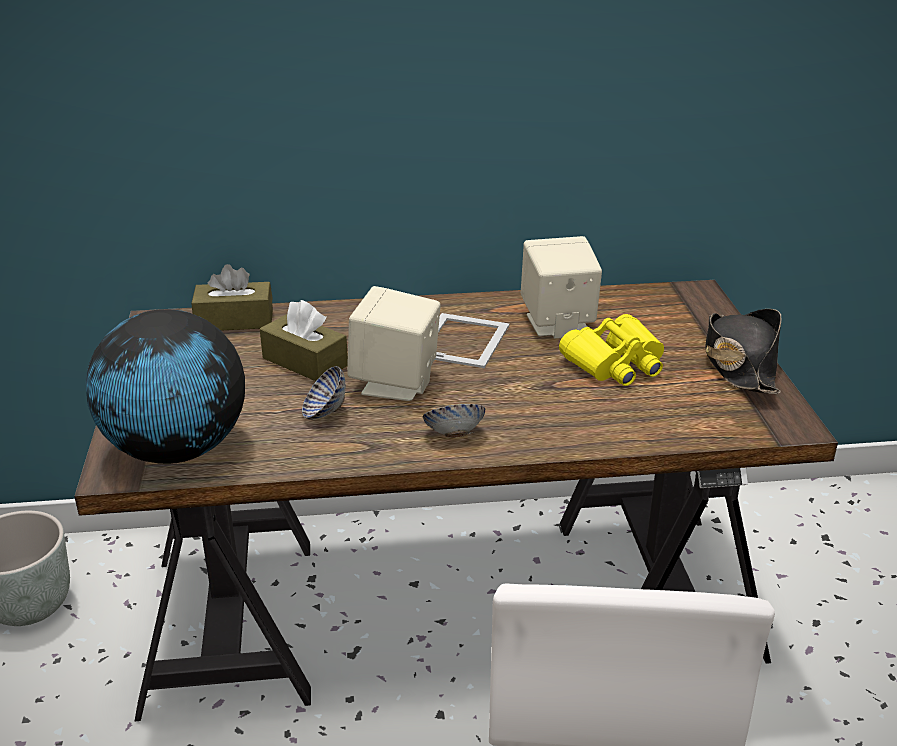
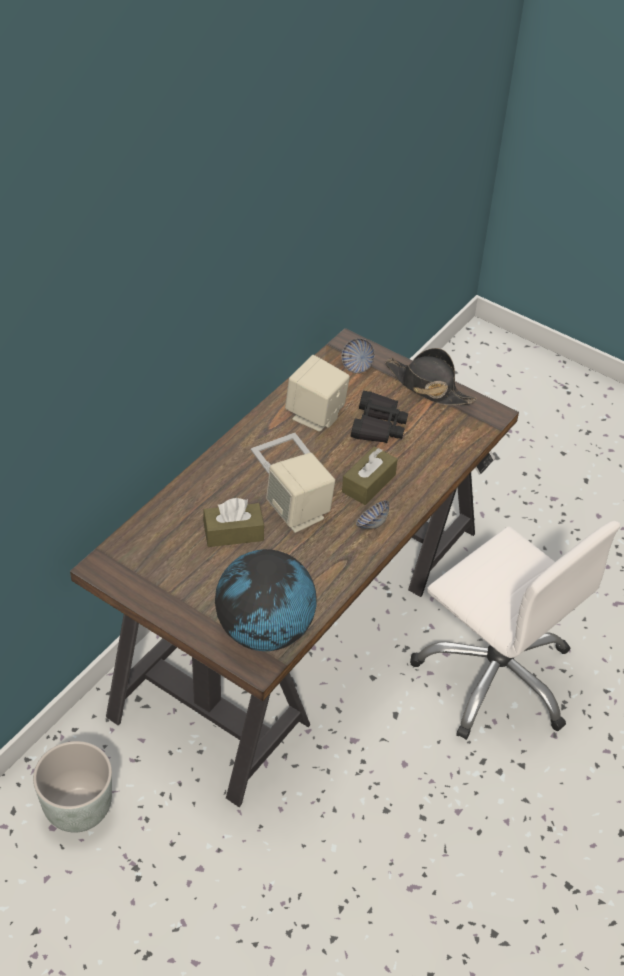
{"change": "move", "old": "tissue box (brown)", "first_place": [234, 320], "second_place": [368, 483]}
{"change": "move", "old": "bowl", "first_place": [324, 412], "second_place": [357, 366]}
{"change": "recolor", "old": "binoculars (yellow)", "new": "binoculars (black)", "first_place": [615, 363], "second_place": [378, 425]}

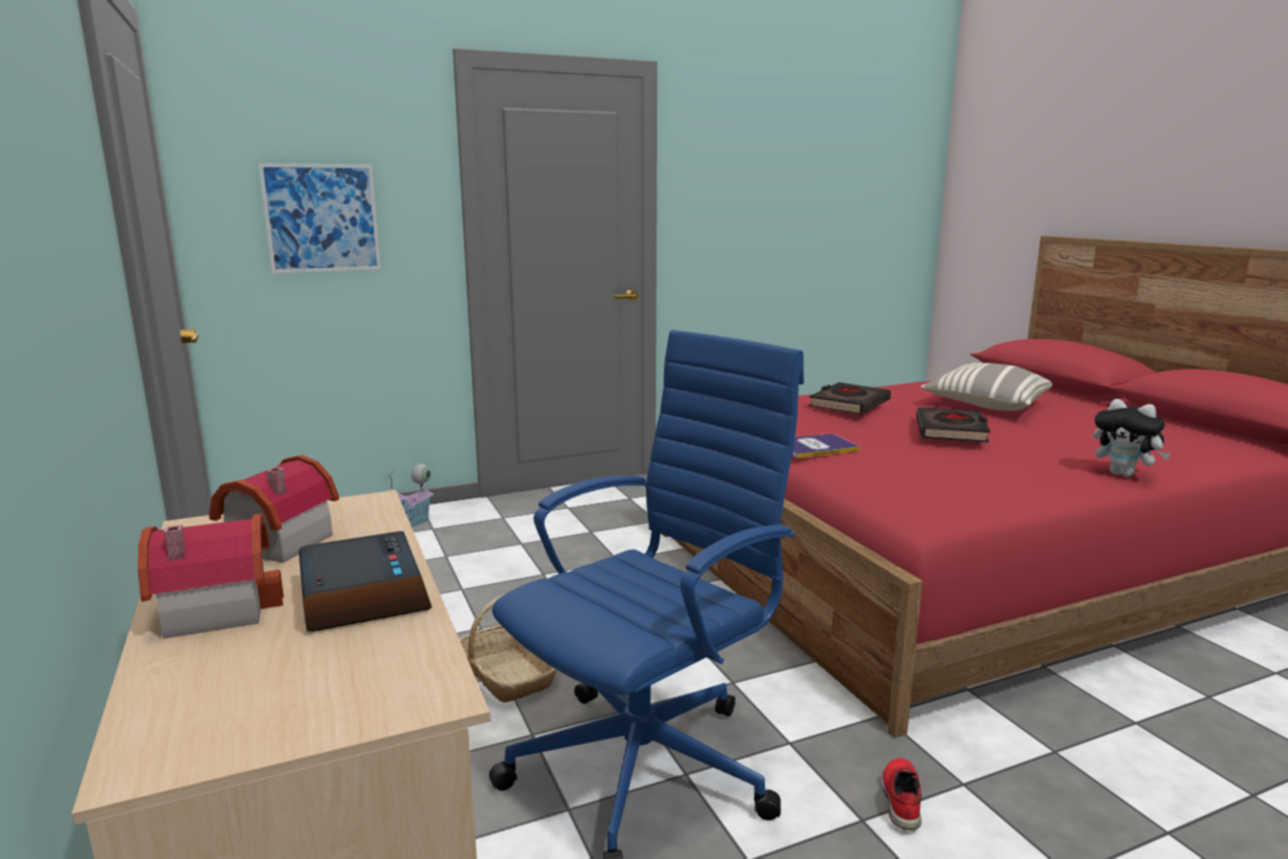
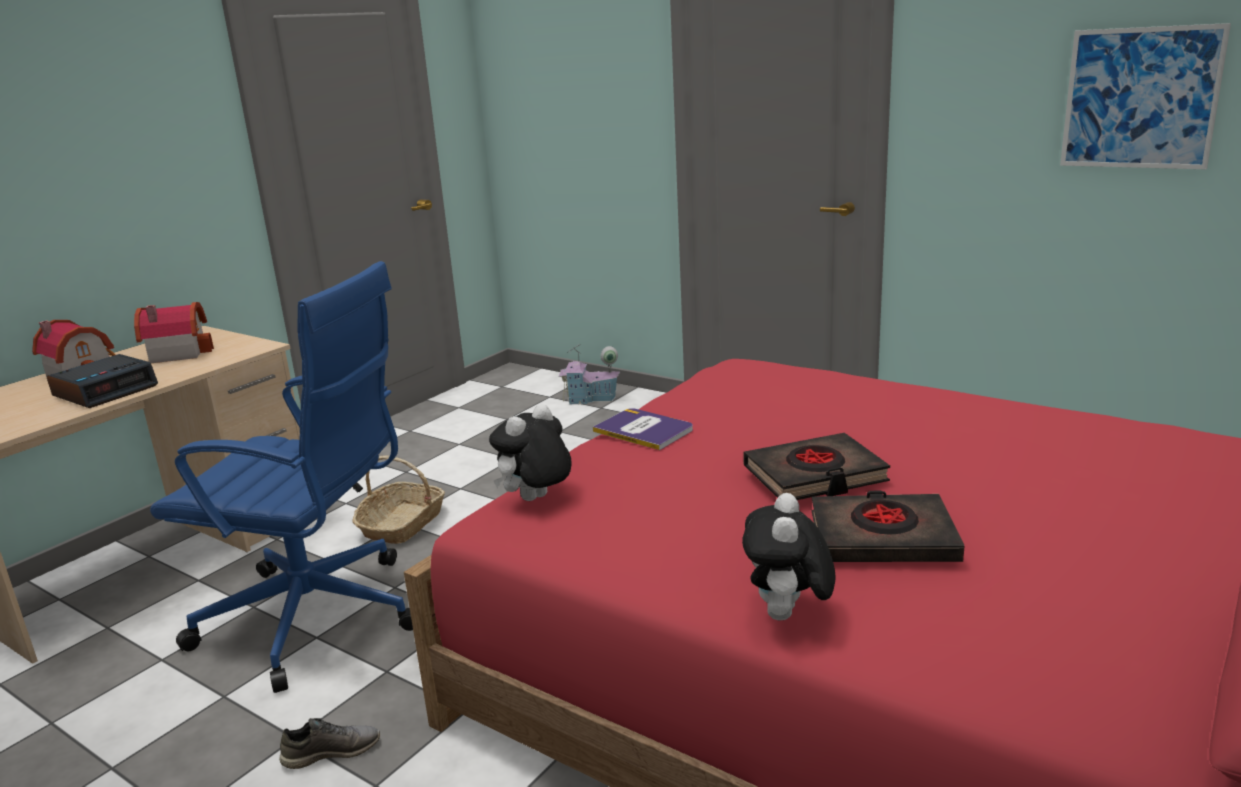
{"change": "move", "old": "picture", "first_place": [322, 218], "second_place": [1140, 98]}
{"change": "move", "old": "book (black)", "first_place": [849, 404], "second_place": [882, 538]}
{"change": "recolor", "old": "shoe (red)", "new": "shoe (grey)", "first_place": [900, 799], "second_place": [332, 751]}
{"change": "delete", "old": "pillow", "first_place": [985, 405]}
{"change": "insert", "new": "plush toy", "second_place": [536, 500]}

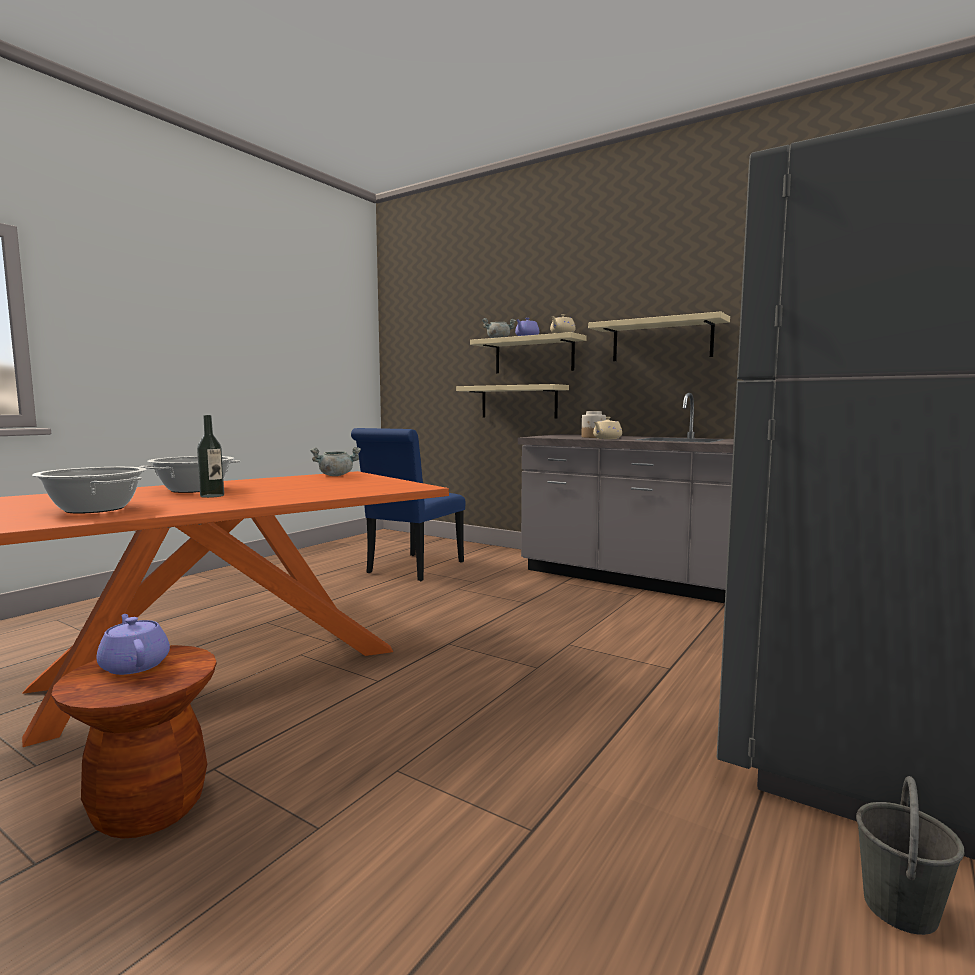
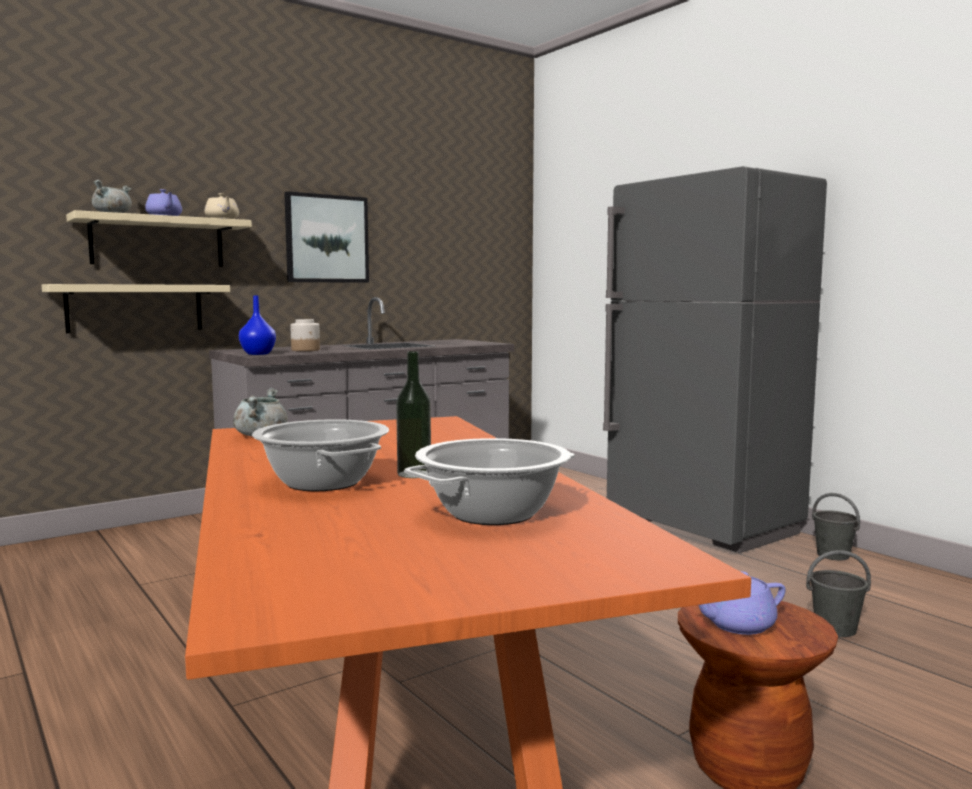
{"change": "delete", "old": "chair (blue)", "first_place": [412, 569]}
{"change": "replace", "old": "shelf (beige)", "new": "picture", "first_place": [661, 340], "second_place": [326, 239]}
{"change": "delete", "old": "teapot (beige)", "first_place": [606, 439]}
{"change": "insert", "new": "vase (blue)", "second_place": [258, 354]}
{"change": "insert", "new": "bucket (grey)", "second_place": [834, 628]}

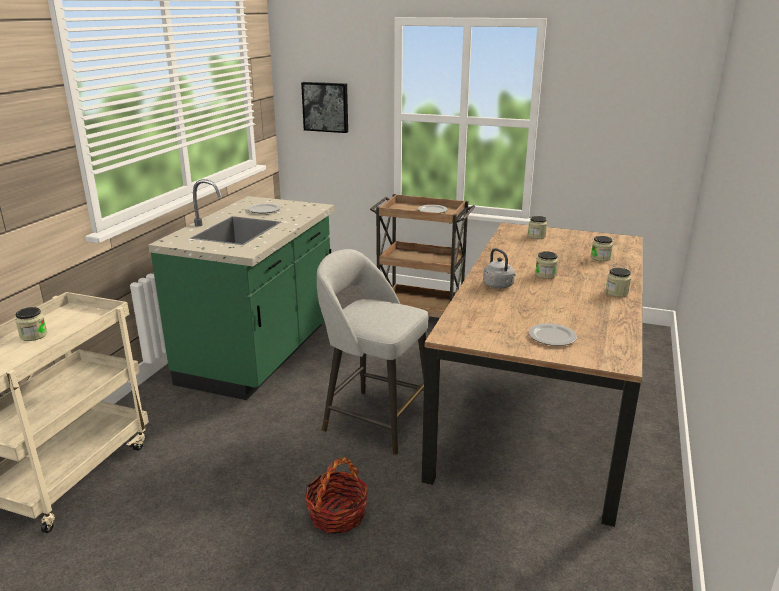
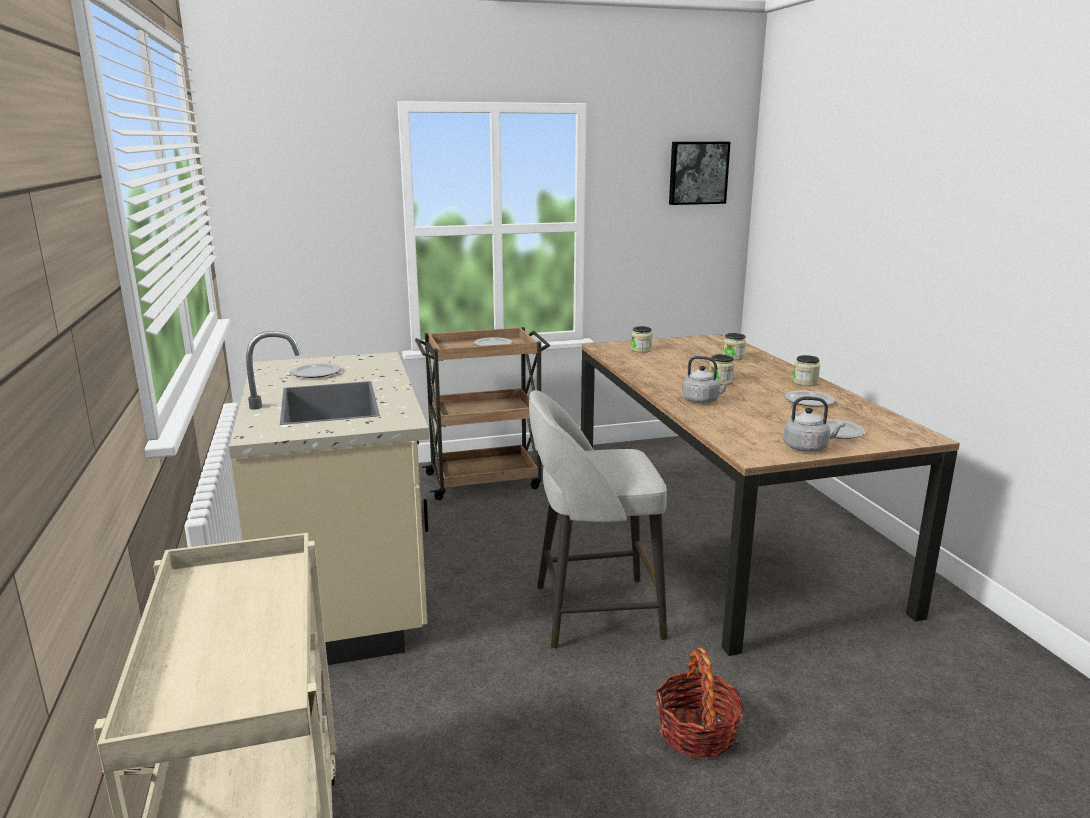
{"change": "delete", "old": "jar", "first_place": [33, 335]}
{"change": "recolor", "old": "counter (green)", "new": "counter (beige)", "first_place": [261, 353], "second_place": [346, 588]}
{"change": "move", "old": "picture", "first_place": [326, 107], "second_place": [697, 173]}
{"change": "insert", "new": "kettle (grey)", "second_place": [808, 448]}
{"change": "insert", "new": "plate", "second_place": [808, 400]}

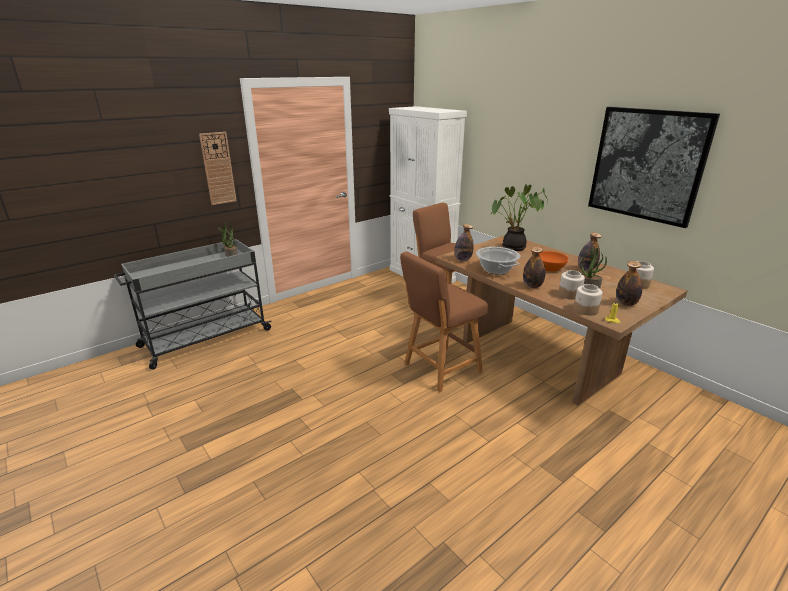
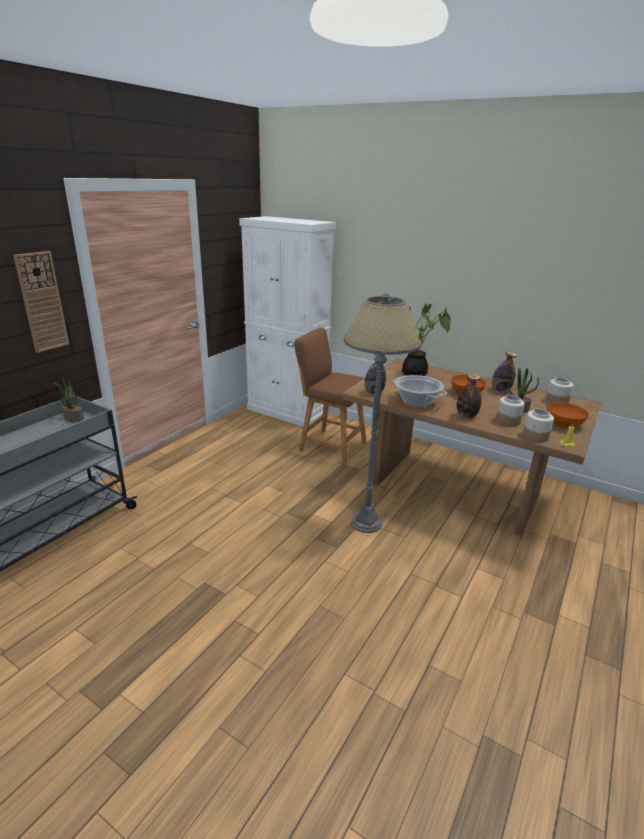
{"change": "replace", "old": "stool (brown)", "new": "floor lamp (grey)", "first_place": [439, 369], "second_place": [366, 522]}
{"change": "delete", "old": "picture", "first_place": [647, 165]}
{"change": "replace", "old": "bottle", "new": "bowl (orange)", "first_place": [626, 303], "second_place": [564, 423]}

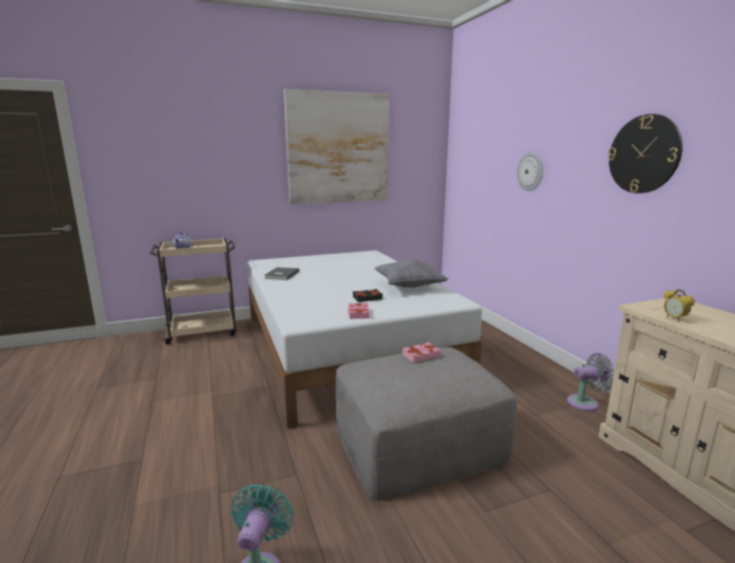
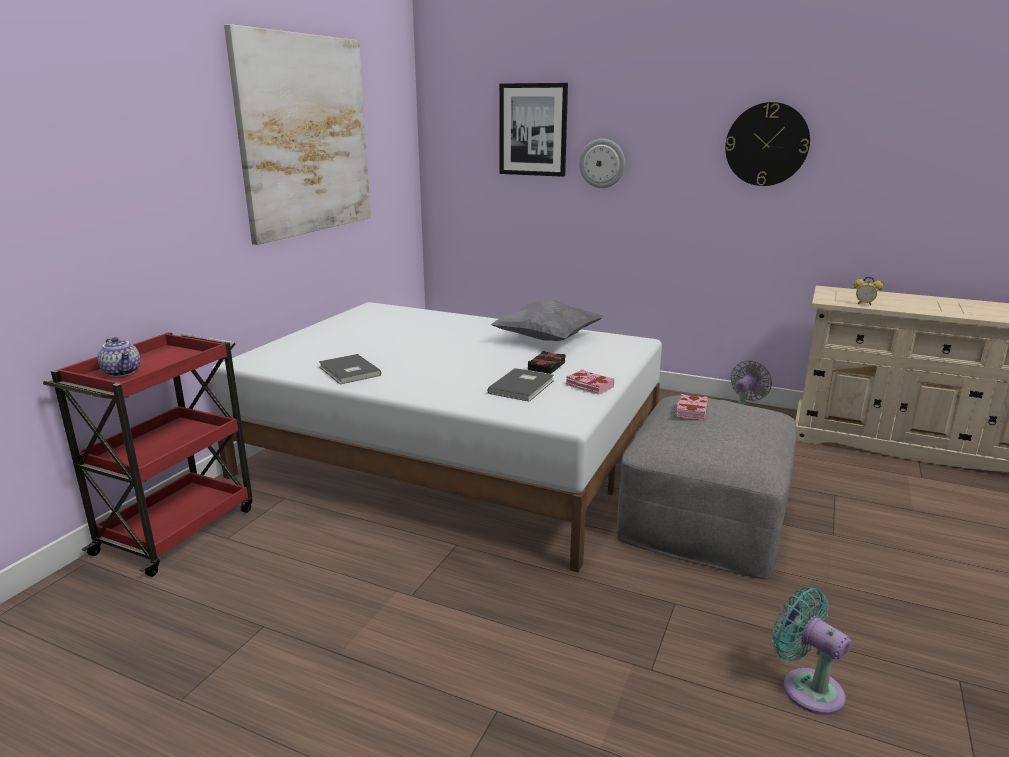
{"change": "recolor", "old": "cart (beige)", "new": "cart (red)", "first_place": [203, 332], "second_place": [178, 529]}
{"change": "insert", "new": "book (grey)", "second_place": [523, 387]}
{"change": "insert", "new": "picture", "second_place": [533, 130]}

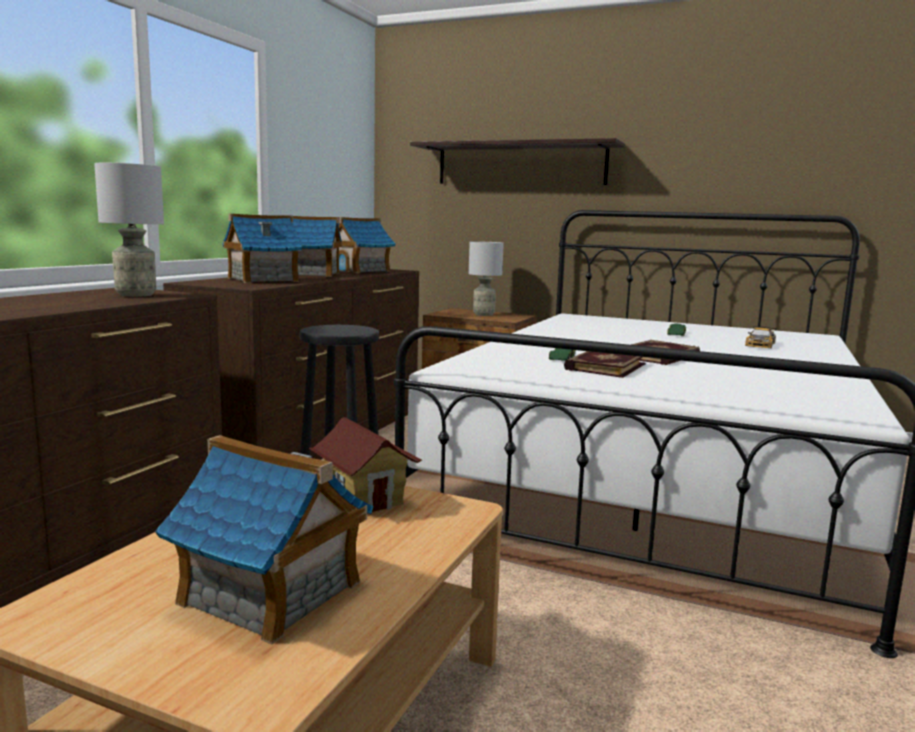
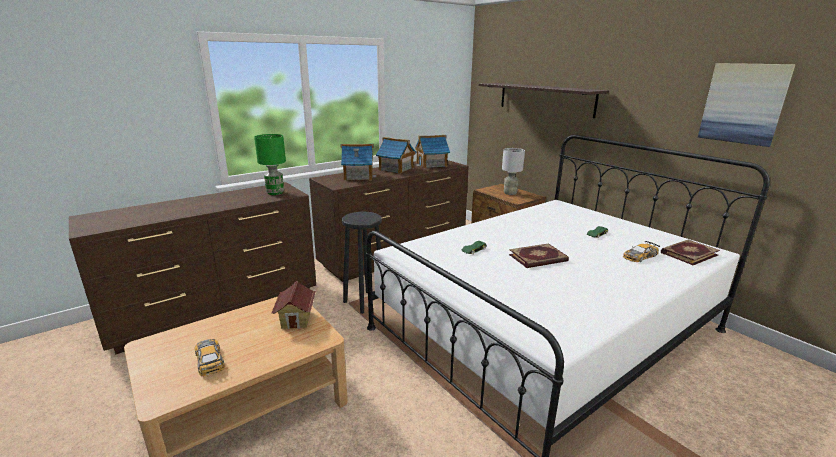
{"change": "recolor", "old": "table lamp (grey)", "new": "table lamp (green)", "first_place": [136, 295], "second_place": [275, 193]}
{"change": "replace", "old": "toy house", "new": "toy car", "first_place": [271, 593], "second_place": [209, 359]}
{"change": "move", "old": "book", "first_place": [604, 366], "second_place": [688, 253]}
{"change": "insert", "new": "picture", "second_place": [743, 103]}

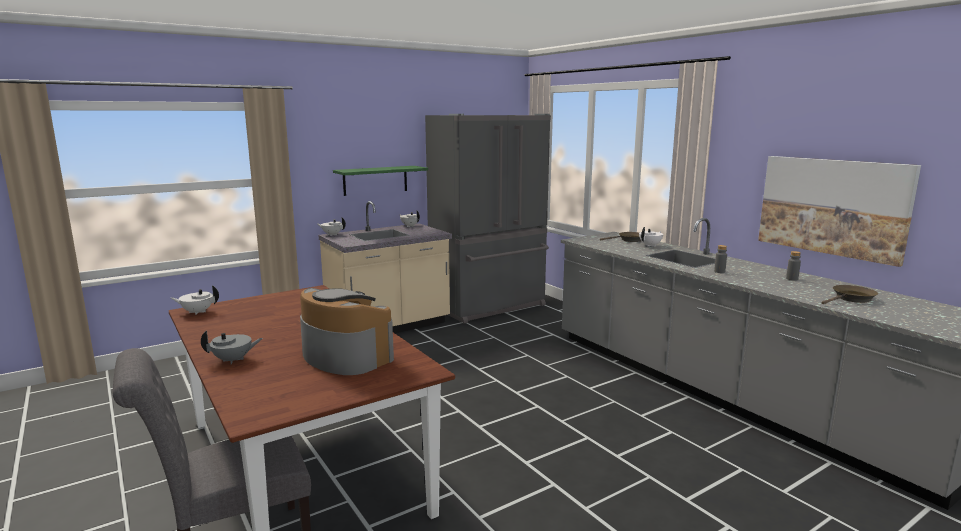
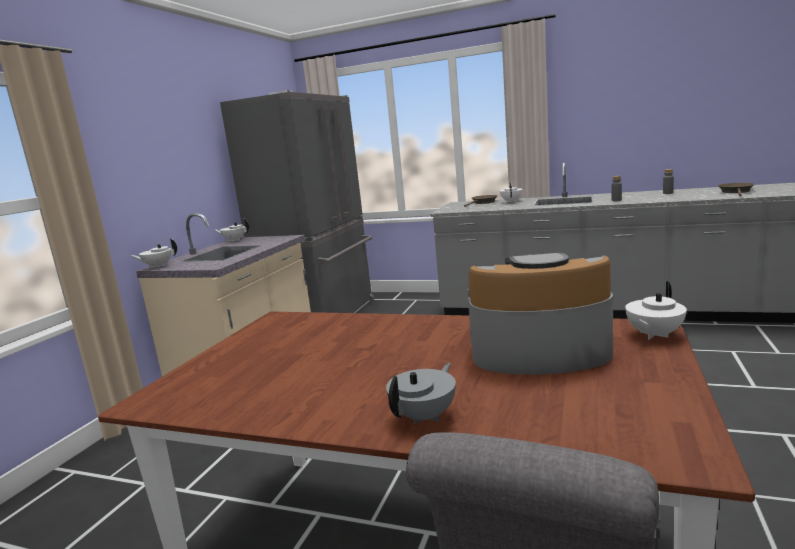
{"change": "move", "old": "teapot (white)", "first_place": [197, 312], "second_place": [653, 335]}
{"change": "delete", "old": "shelf (green)", "first_place": [375, 180]}
{"change": "delete", "old": "picture", "first_place": [832, 206]}

